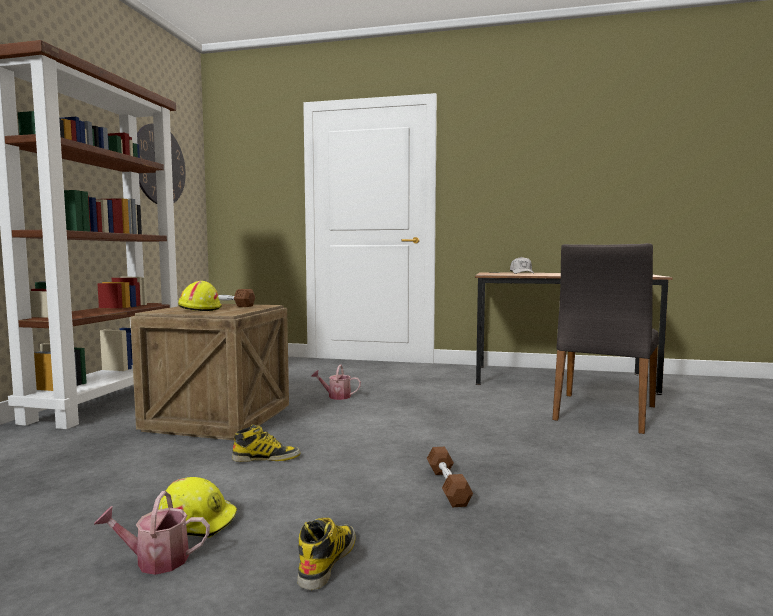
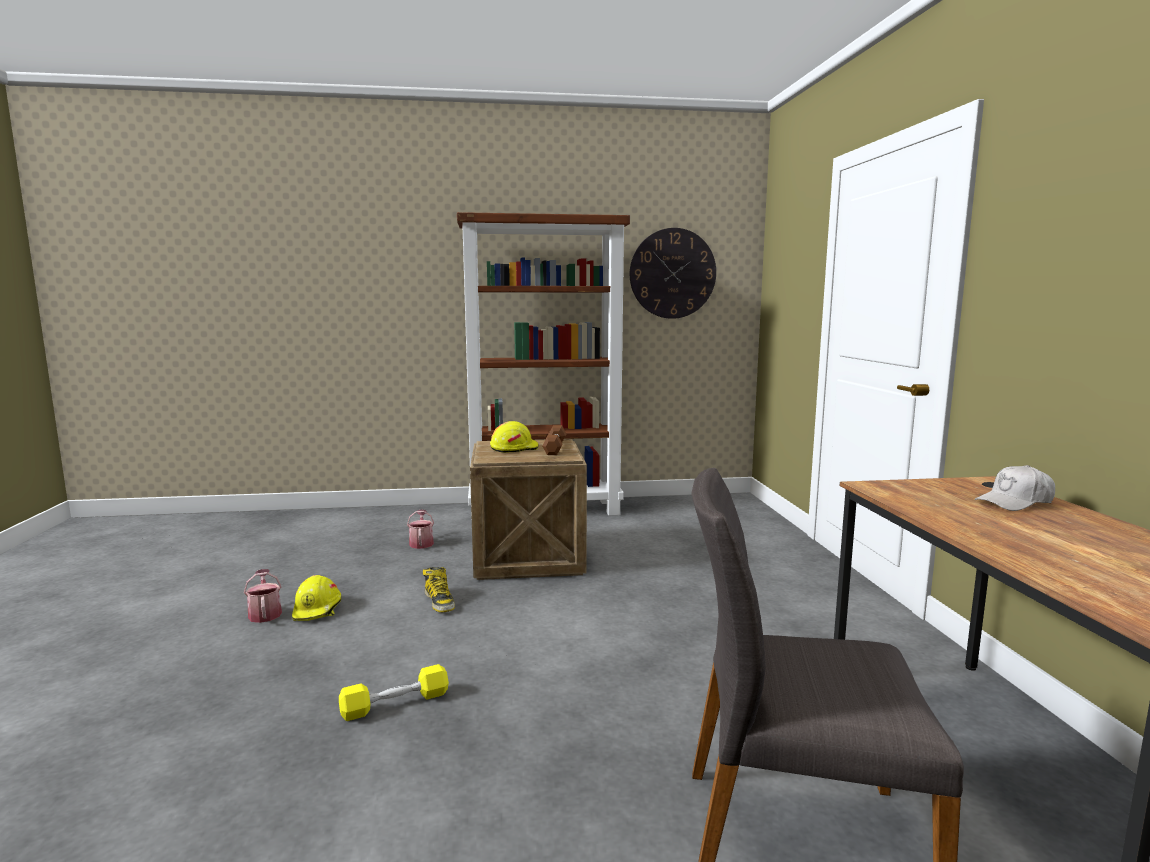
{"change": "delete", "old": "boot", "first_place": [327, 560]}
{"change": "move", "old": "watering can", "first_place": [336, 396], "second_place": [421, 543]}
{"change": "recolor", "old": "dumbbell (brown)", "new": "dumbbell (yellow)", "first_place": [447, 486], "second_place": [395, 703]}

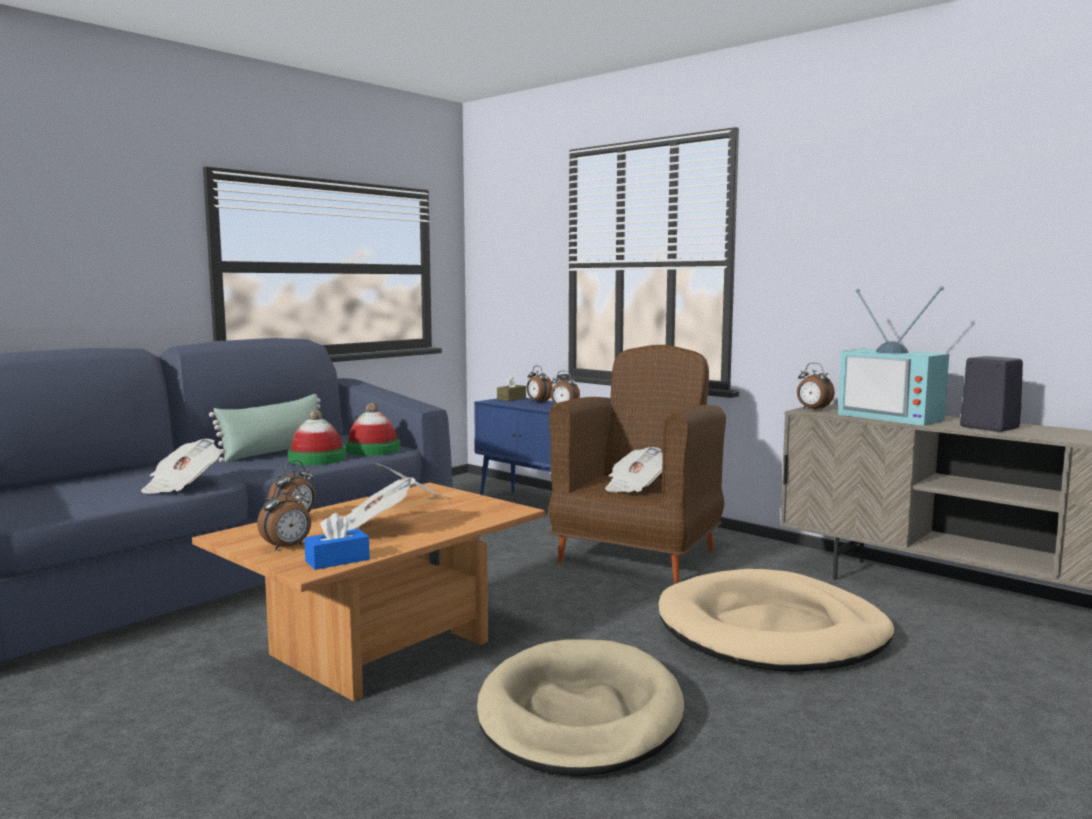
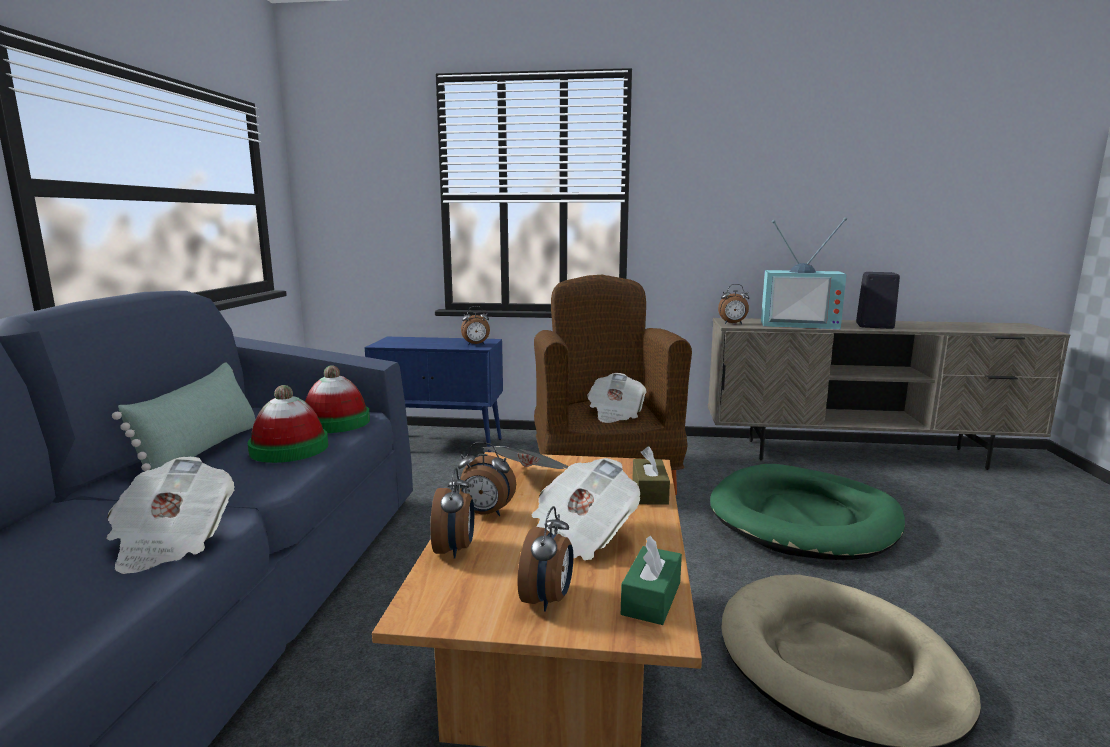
{"change": "recolor", "old": "tissue box (blue)", "new": "tissue box (green)", "first_place": [337, 560], "second_place": [651, 598]}
{"change": "move", "old": "tissue box (brown)", "first_place": [511, 399], "second_place": [649, 492]}
{"change": "move", "old": "alarm clock", "first_place": [538, 401], "second_place": [485, 513]}
{"change": "recolor", "old": "dog bed (beige)", "new": "dog bed (green)", "first_place": [772, 630], "second_place": [804, 518]}

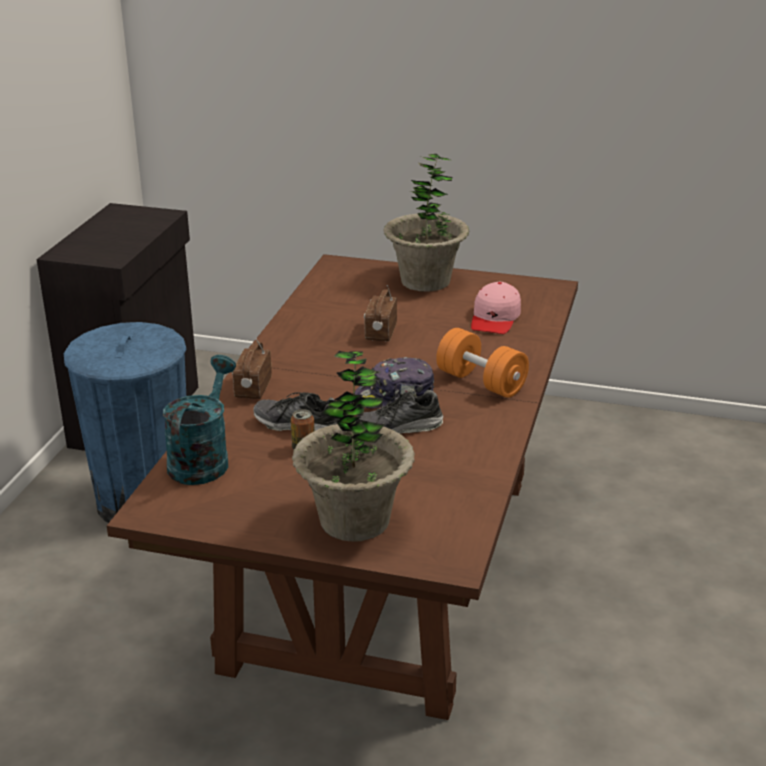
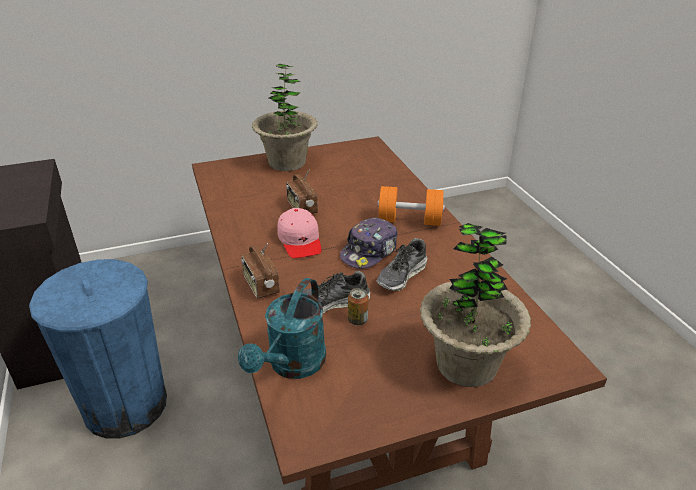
{"change": "rotate", "old": "watering can (turquoise)", "first_place": [202, 459], "second_place": [292, 366], "degrees": -135}
{"change": "move", "old": "cap (pink)", "first_place": [495, 318], "second_place": [300, 240]}

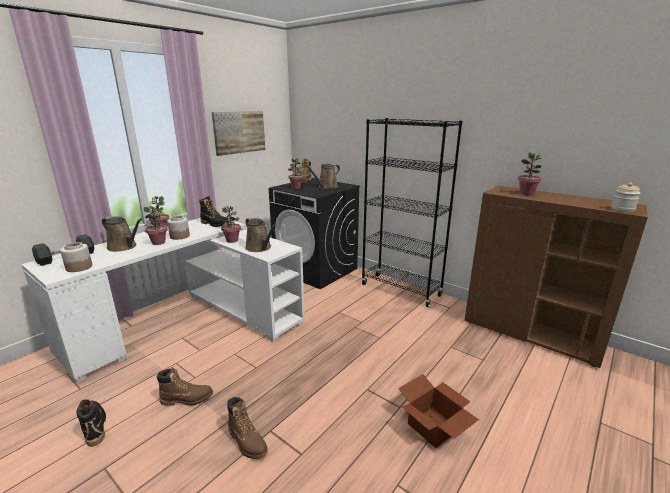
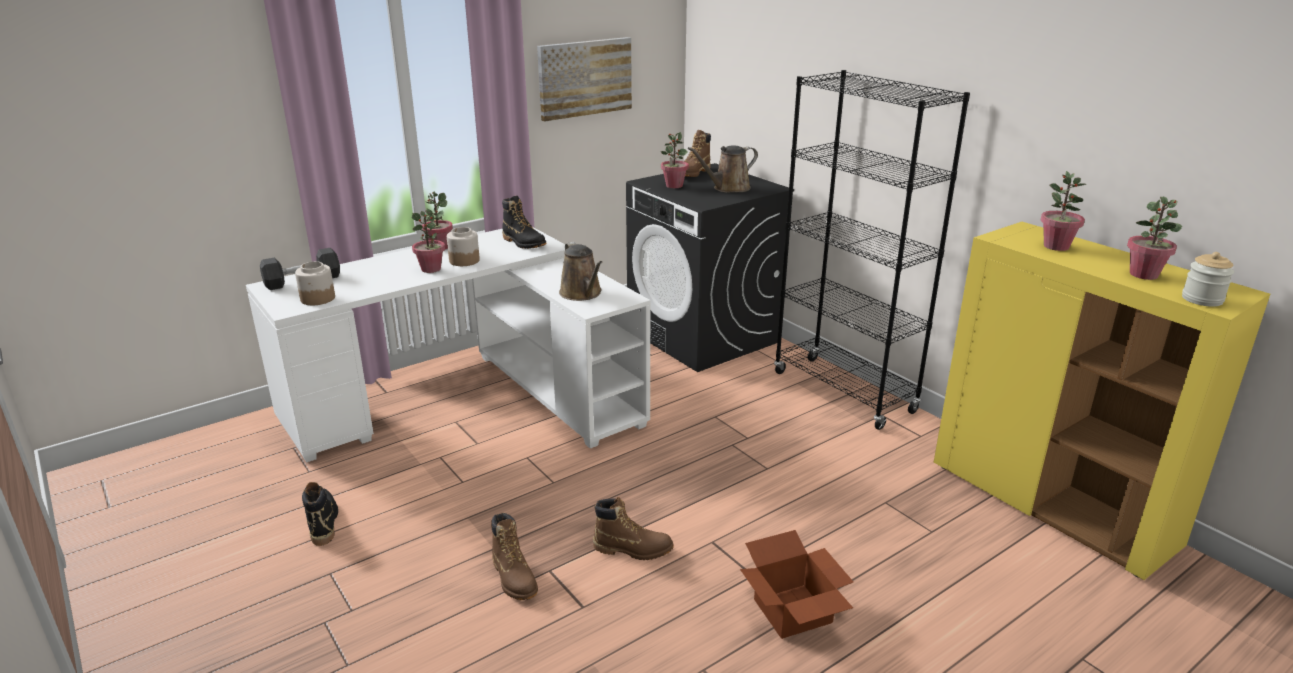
{"change": "delete", "old": "watering can (brown)", "first_place": [124, 247]}
{"change": "move", "old": "boot (brown)", "first_place": [187, 399], "second_place": [633, 549]}
{"change": "move", "old": "potted plant", "first_place": [232, 240], "second_place": [1144, 274]}
{"change": "recolor", "old": "cabinet (brown)", "new": "cabinet (yellow)", "first_place": [531, 334], "second_place": [1051, 505]}

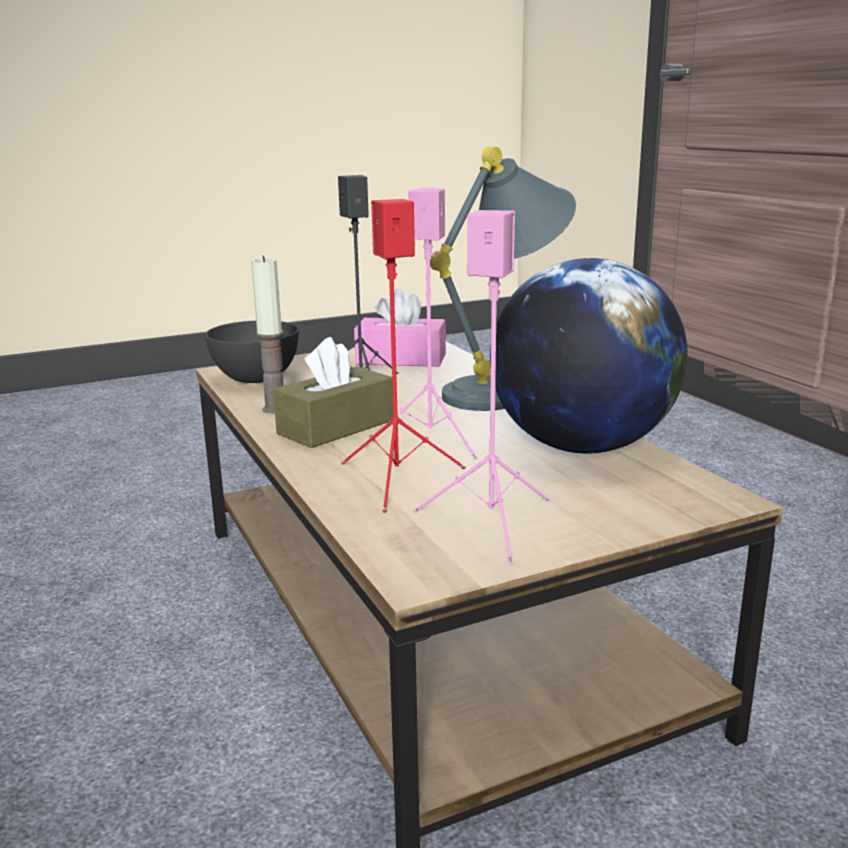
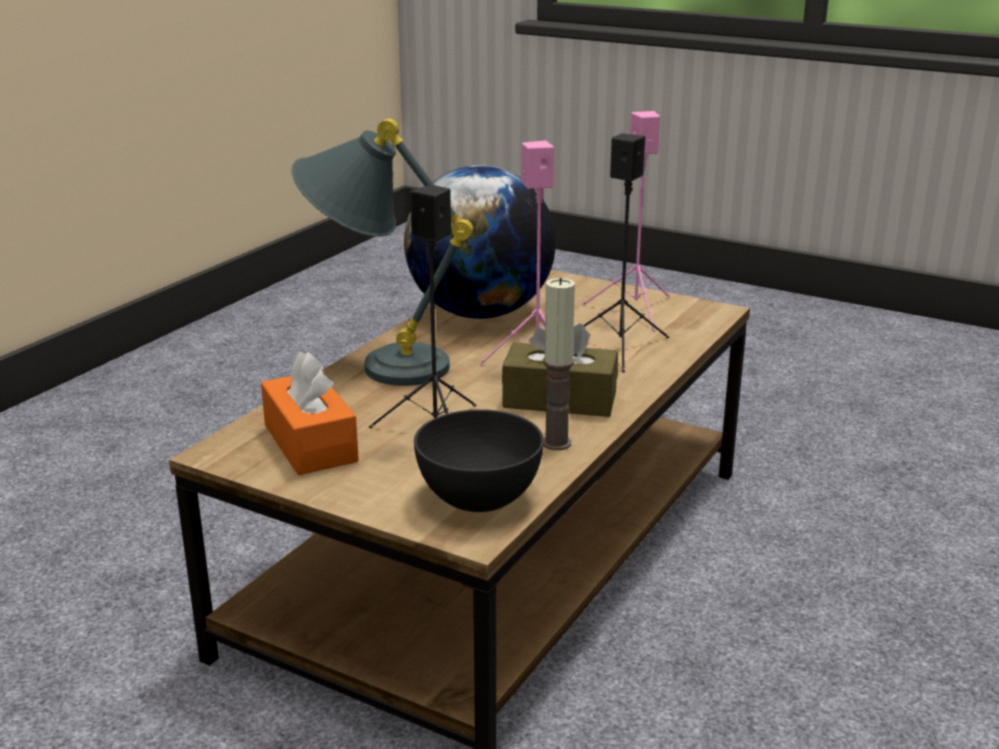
{"change": "recolor", "old": "speaker (red)", "new": "speaker (black)", "first_place": [397, 480], "second_place": [621, 347]}
{"change": "recolor", "old": "tissue box (pink)", "new": "tissue box (orange)", "first_place": [401, 359], "second_place": [310, 443]}

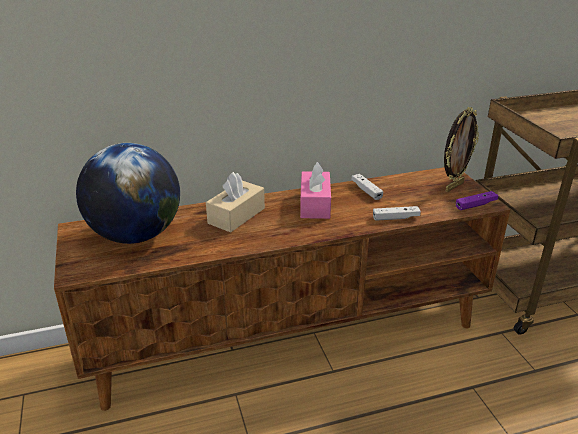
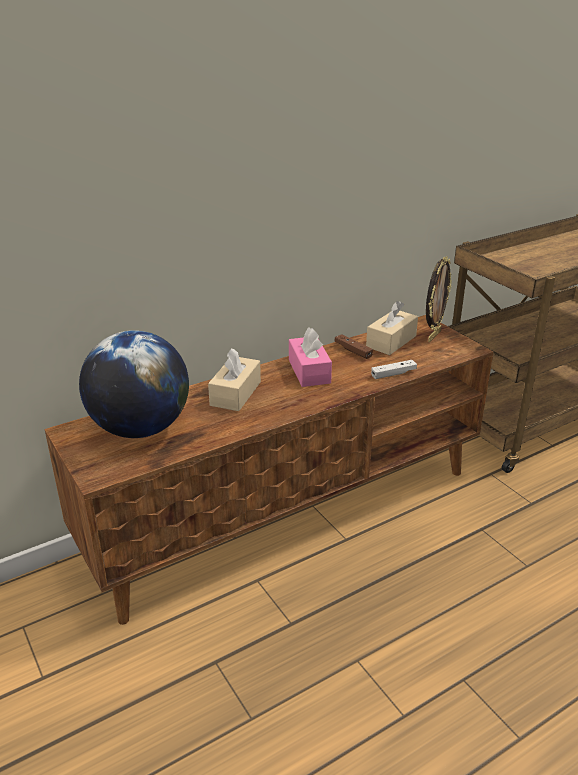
{"change": "recolor", "old": "game controller (white)", "new": "game controller (brown)", "first_place": [366, 191], "second_place": [353, 351]}
{"change": "delete", "old": "game controller (purple)", "first_place": [476, 205]}
{"change": "insert", "new": "tissue box (beige)", "second_place": [391, 341]}

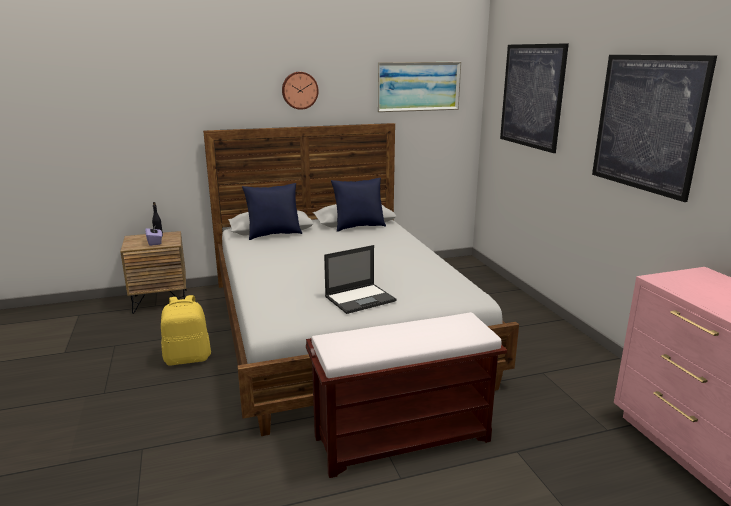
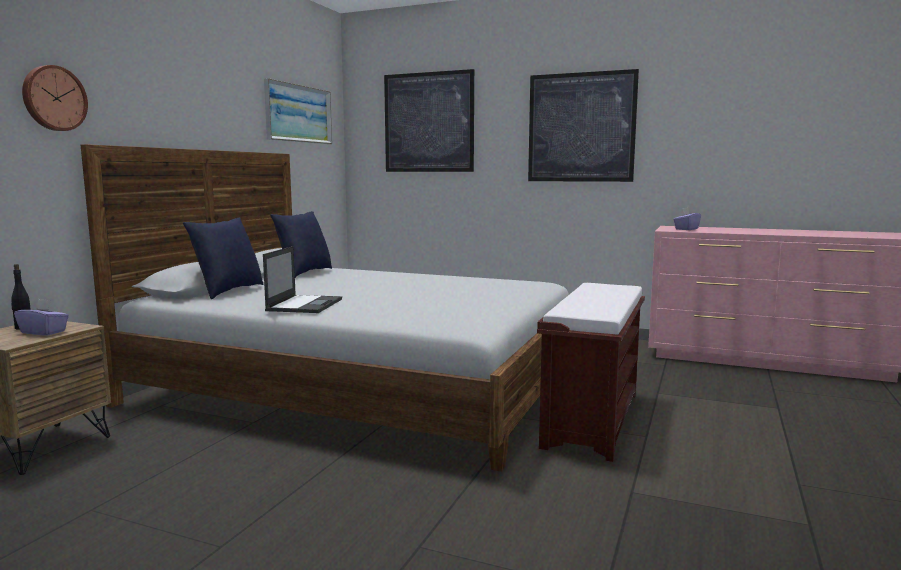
{"change": "delete", "old": "backpack (yellow)", "first_place": [188, 358]}
{"change": "move", "old": "wall clock", "first_place": [299, 90], "second_place": [53, 98]}
{"change": "move", "old": "laptop", "first_place": [360, 298], "second_place": [305, 304]}
{"change": "insert", "new": "tissue box (purple)", "second_place": [686, 229]}

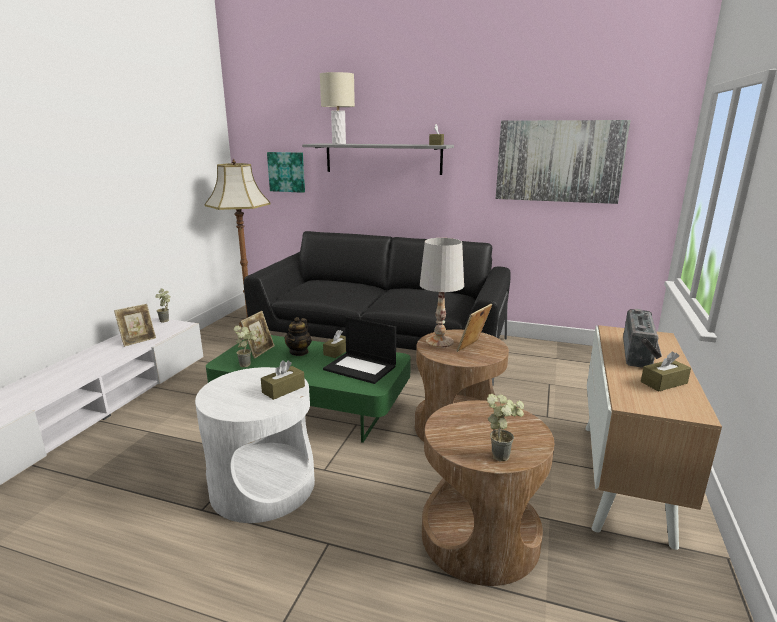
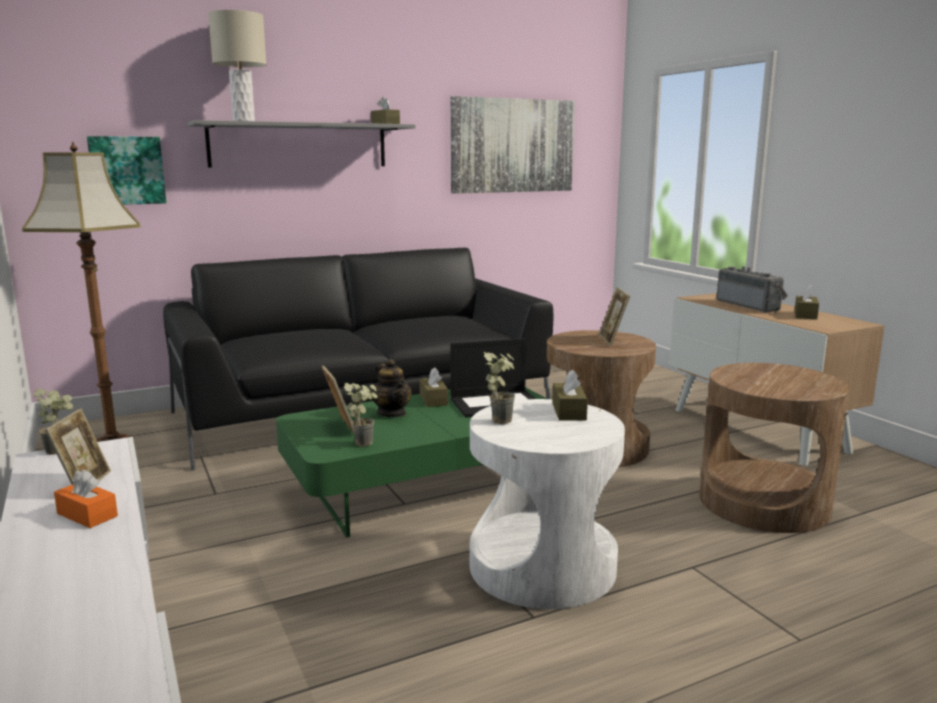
{"change": "delete", "old": "table lamp (white)", "first_place": [440, 341]}
{"change": "move", "old": "potted plant", "first_place": [502, 454], "second_place": [500, 419]}
{"change": "insert", "new": "tissue box (orange)", "second_place": [87, 515]}

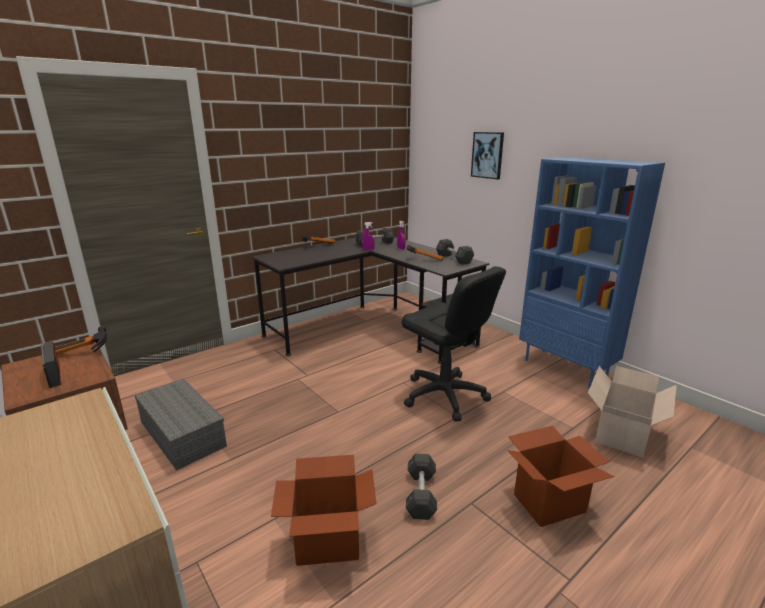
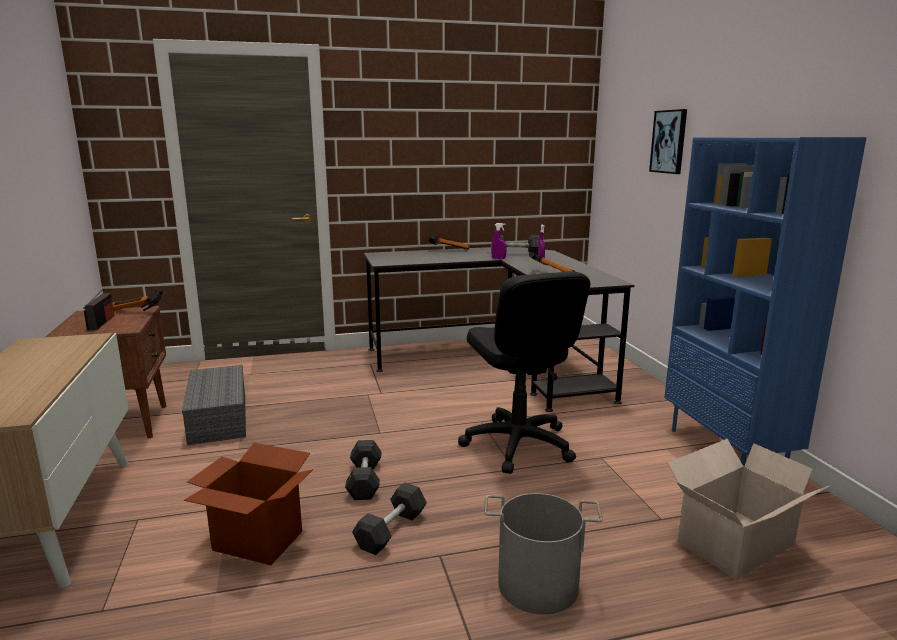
{"change": "move", "old": "dumbbell (grey)", "first_place": [454, 259], "second_place": [364, 480]}
{"change": "replace", "old": "cardboard box", "new": "bucket (grey)", "first_place": [549, 503], "second_place": [538, 585]}

